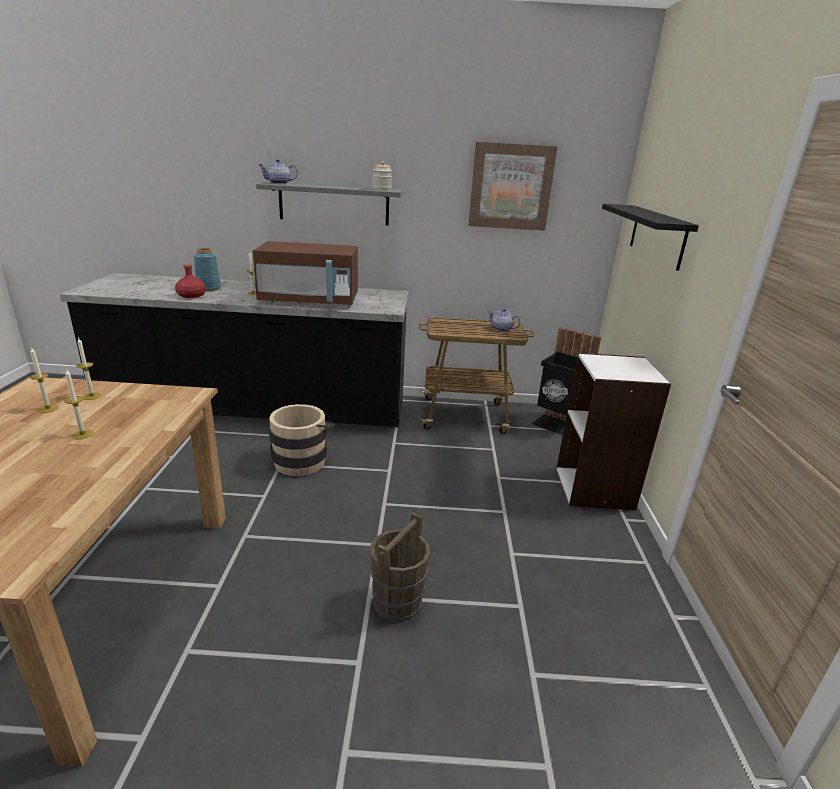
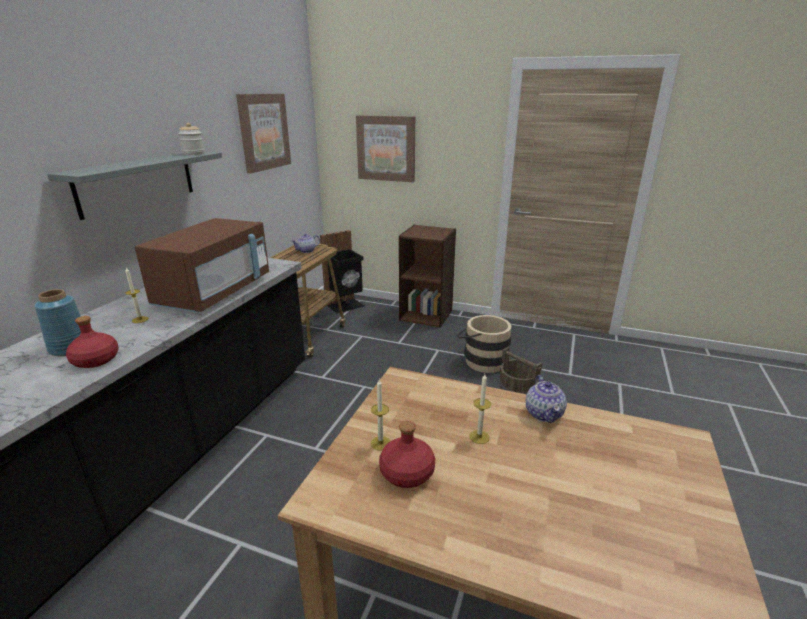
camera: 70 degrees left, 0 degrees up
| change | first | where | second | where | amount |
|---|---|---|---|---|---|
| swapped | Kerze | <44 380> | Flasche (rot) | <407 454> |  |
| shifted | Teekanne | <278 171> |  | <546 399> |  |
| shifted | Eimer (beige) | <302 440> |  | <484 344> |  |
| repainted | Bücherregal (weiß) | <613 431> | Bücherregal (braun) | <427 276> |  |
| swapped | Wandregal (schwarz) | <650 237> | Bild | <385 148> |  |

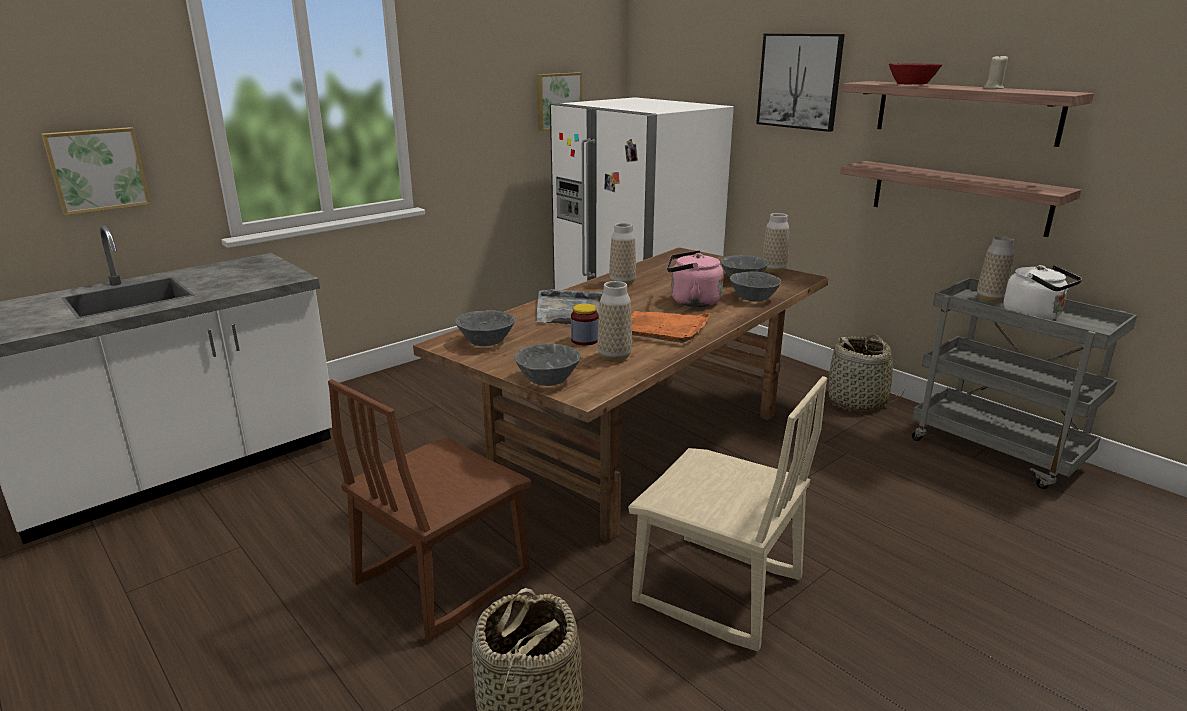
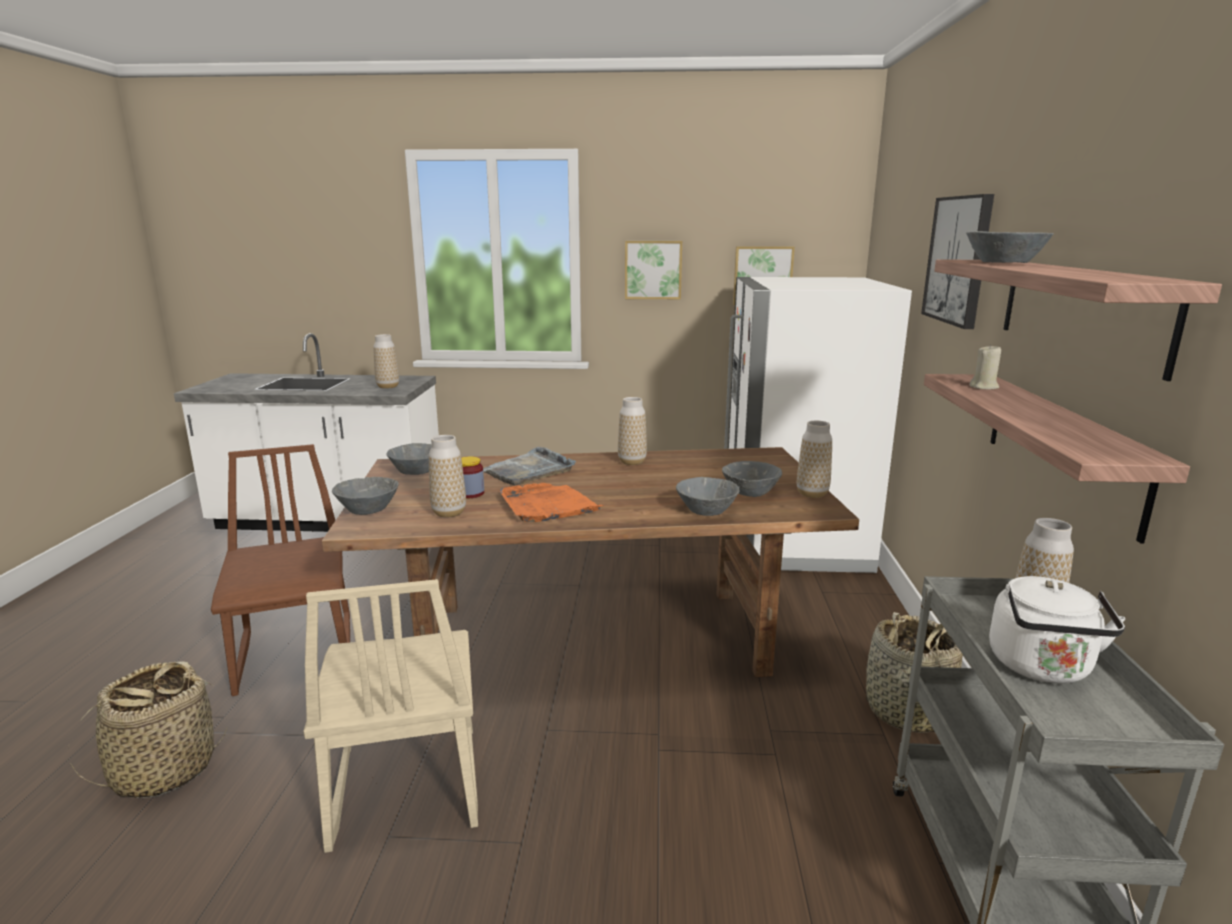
camera: 45 degrees right, 5 degrees down
| change | first | where | second | where | amount |
|---|---|---|---|---|---|
| shifted | Bild | <96 171> |  | <653 270> |  |
| rotated | Stuhl (braun) | <429 509> |  | <280 570> | 75 degrees clockwise |
| gone | Wasserkessel (rosa) | <695 278> |  |  |  |
| repainted | Schüssel (rot) | <916 73> | Schüssel (grau) | <1010 247> |  |
| shifted | Kerze (beige) | <996 71> |  | <985 367> |  |
| new |  |  | Vase | <386 361> |  |

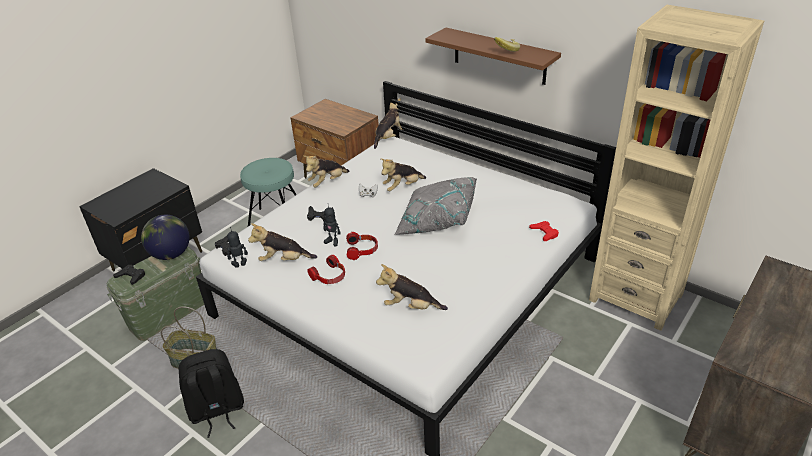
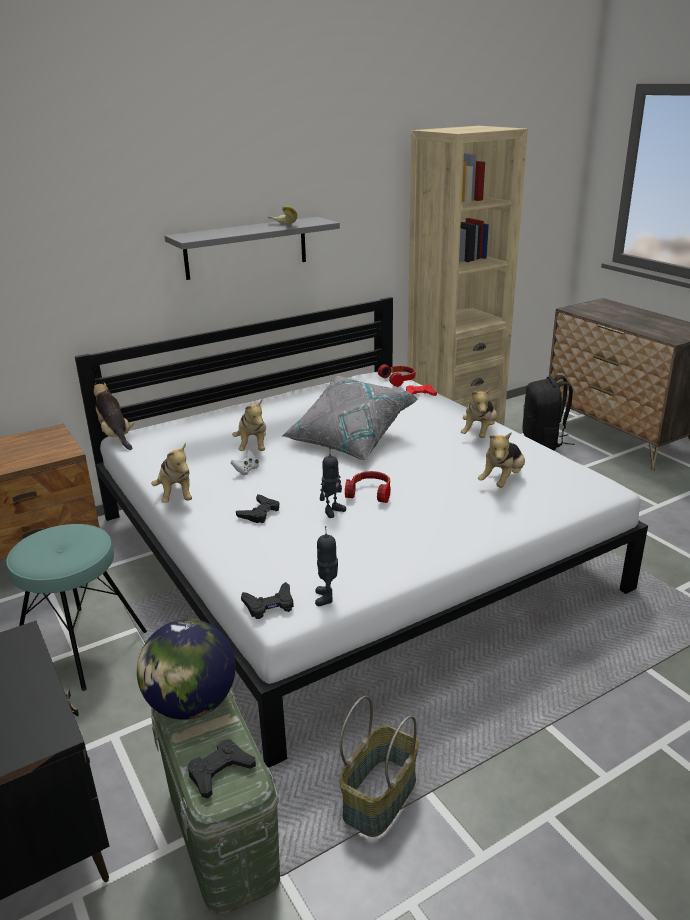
camera: 70 degrees left, 10 degrees down
| change | first | where | second | where | amount |
|---|---|---|---|---|---|
| shifted | Rucksack (schwarz) | <211 393> |  | <548 412> |  |
| shifted | Plüschtier | <282 242> |  | <479 413> |  |
| shifted | Kopfhörer | <326 269> |  | <396 375> |  |
| repainted | Wandregal (braun) | <493 56> | Wandregal (grau) | <252 248> |  |

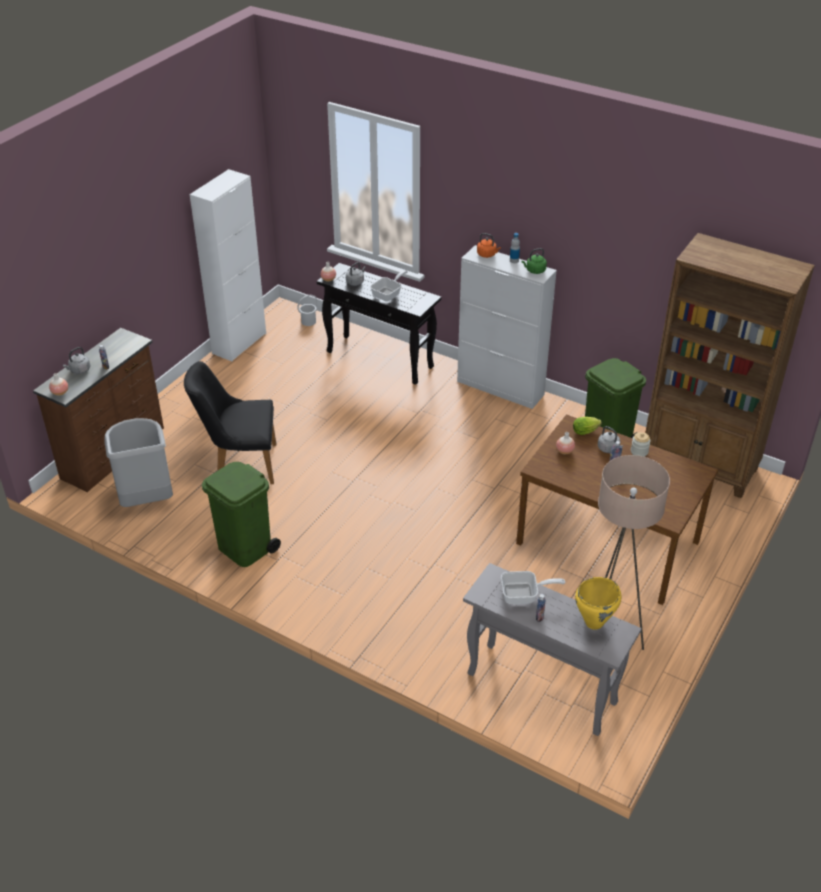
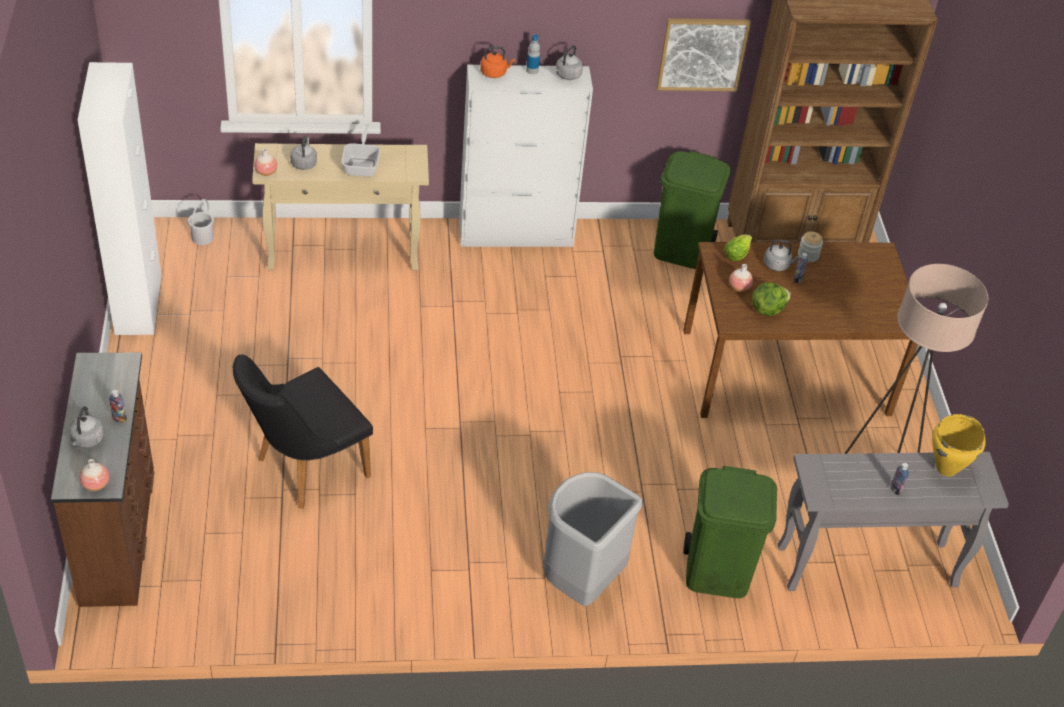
camera: 40 degrees left, 5 degrees up
| change | first | where | second | where | amount |
|---|---|---|---|---|---|
| shifted | Mülleimer (grau) | <138 462> |  | <593 539> |  |
| shifted | Mülleimer (grün) | <241 514> |  | <730 532> |  |
| repainted | Konsolentisch (schwarz) | <379 324> | Konsolentisch (beige) | <340 207> |  |
| gone | Pfanne | <533 587> |  |  |  |
| repainted | Wasserkessel (grün) | <534 261> | Wasserkessel (grau) | <569 62> |  |
| new |  |  | Bild | <704 54> |  |
| new |  |  | Salatkopf | <771 299> |  |

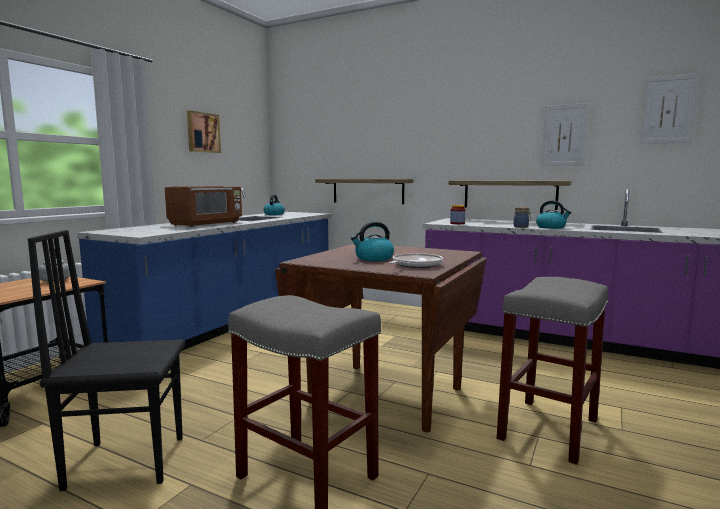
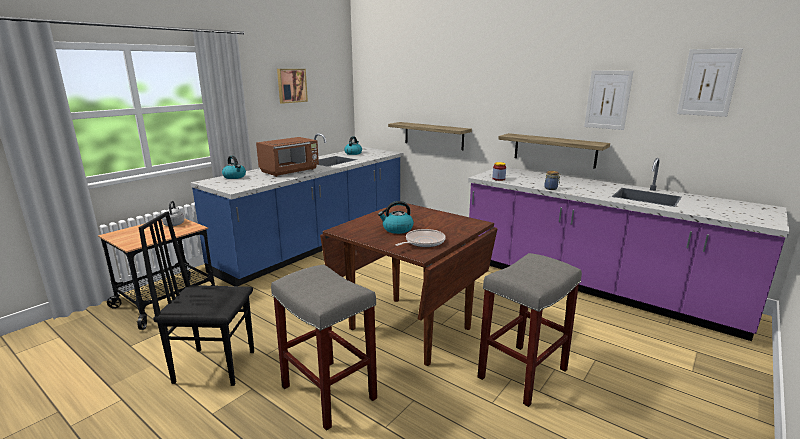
camera: 10 degrees right, 10 degrees up
| change | first | where | second | where | amount |
|---|---|---|---|---|---|
| shifted | Wasserkessel | <554 214> |  | <234 167> |  |

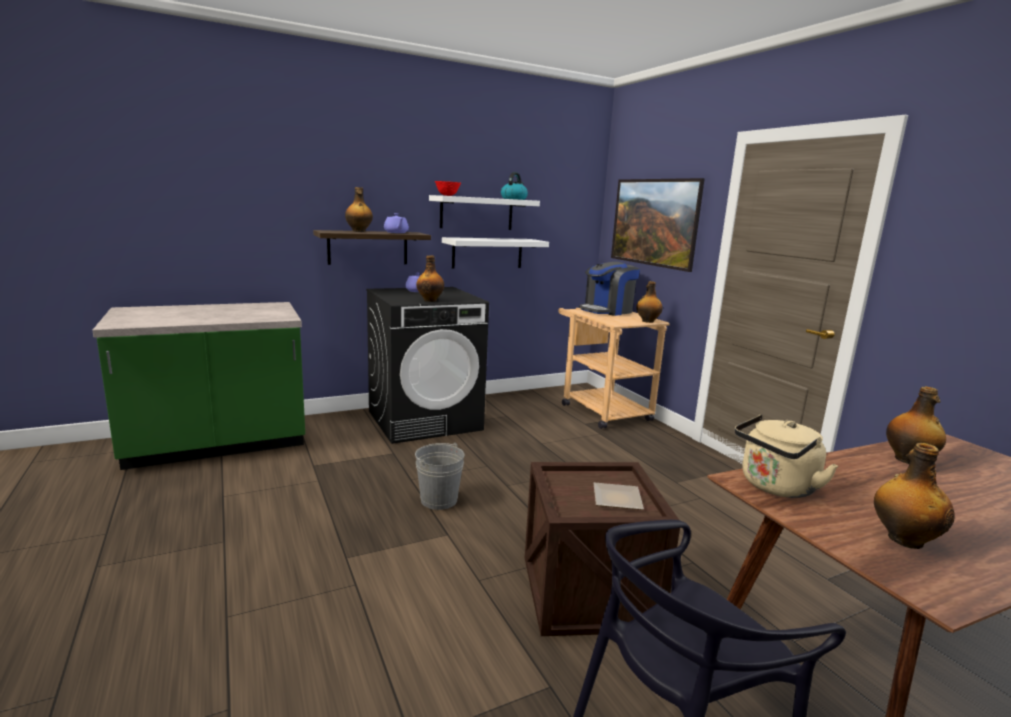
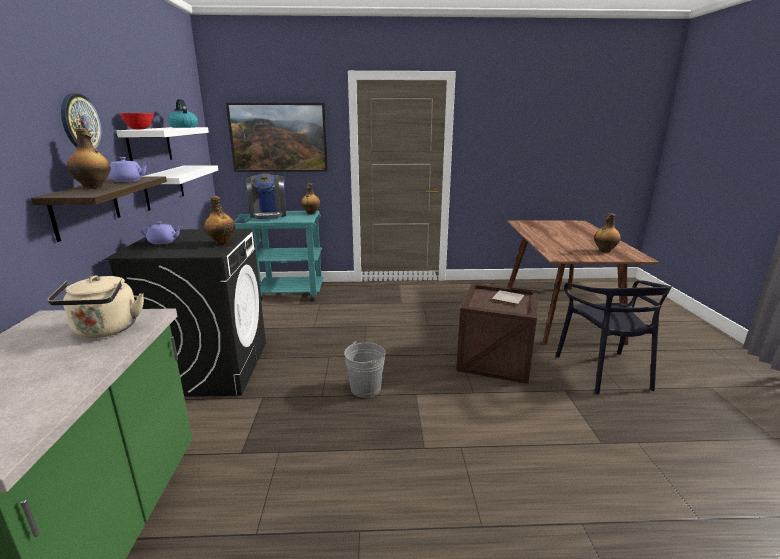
camera: 65 degrees left, 5 degrees up
| change | first | where | second | where | amount |
|---|---|---|---|---|---|
| repainted | Rollwagen (beige) | <614 368> | Rollwagen (türkis) | <279 256> |  |
| shifted | Wasserkessel (beige) | <786 456> |  | <95 307> |  |
| gone | Flasche | <916 425> |  |  |  |
| new |  |  | Wanduhr | <81 121> |  |

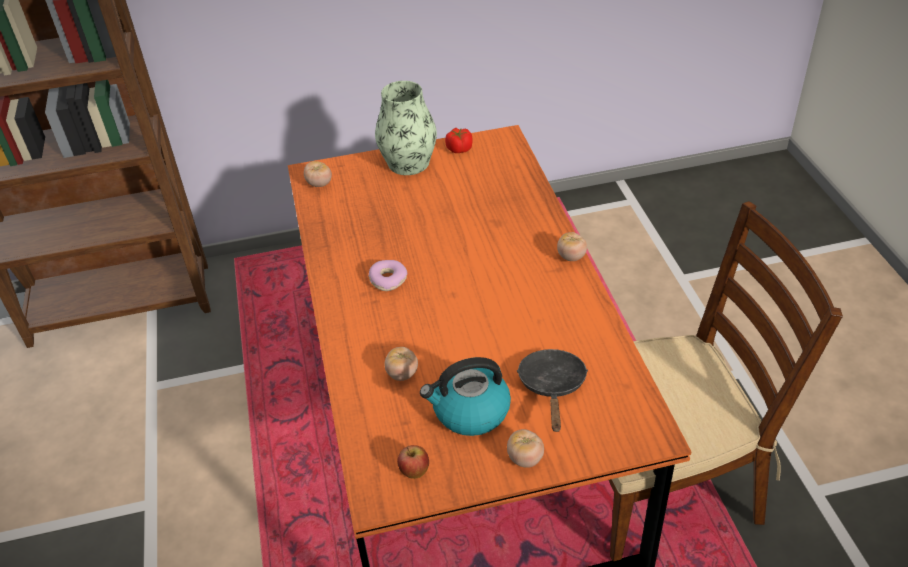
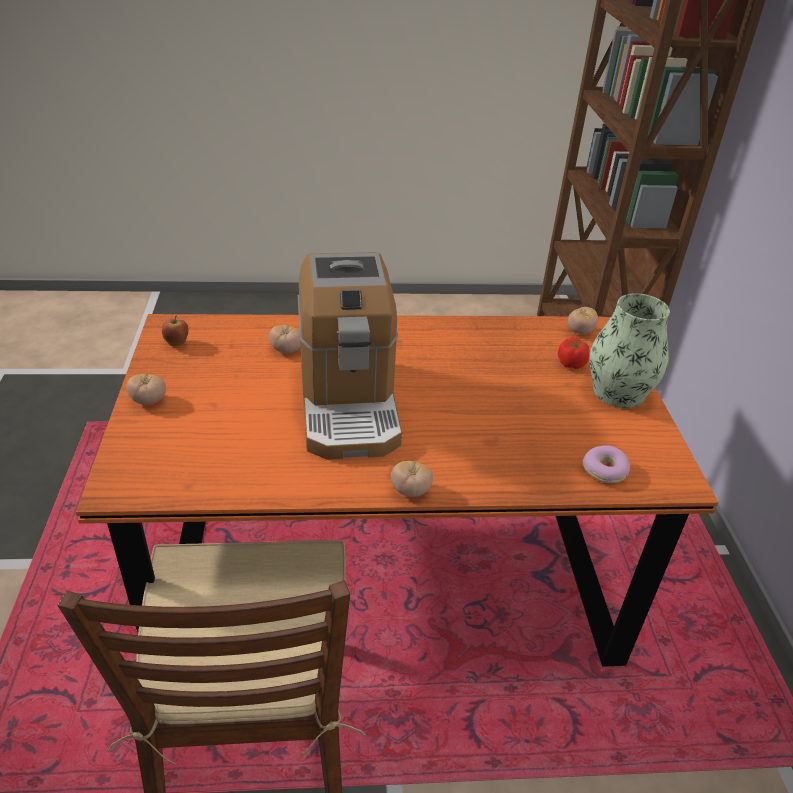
camera: 95 degrees right, 5 degrees down
| change | first | where | second | where | amount |
|---|---|---|---|---|---|
| shifted | Donut | <388 275> |  | <606 464> |  |
| gone | Wasserkessel | <465 396> |  |  |  |
| shifted | Tomate | <459 140> |  | <574 353> |  |
| gone | Pfanne (schwarz) | <552 390> |  |  |  |
| new |  |  | Kaffeemaschine | <350 356> |  |

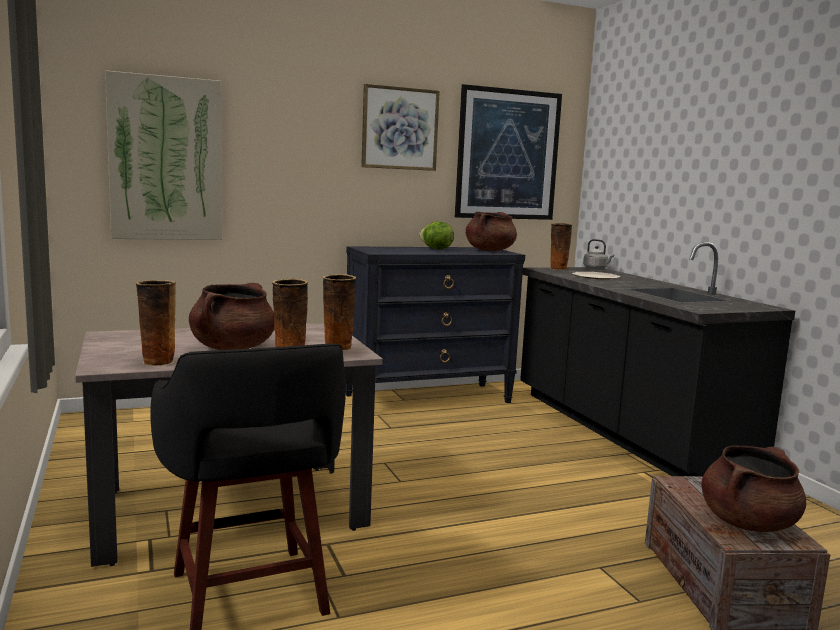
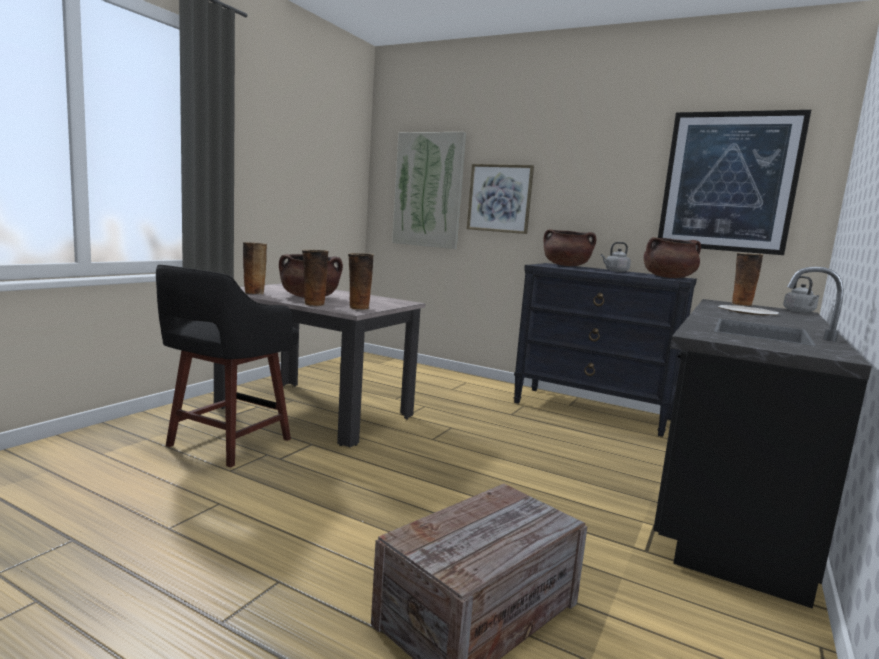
camera: 50 degrees right, 0 degrees up
| change | first | where | second | where | amount |
|---|---|---|---|---|---|
| shifted | Bild | <400 127> |  | <500 199> |  |
| swapped | Salatkopf | <436 235> | Wasserkessel (grau) | <616 257> |  |
| shifted | Kochtopf (braun) | <753 489> |  | <569 247> |  |

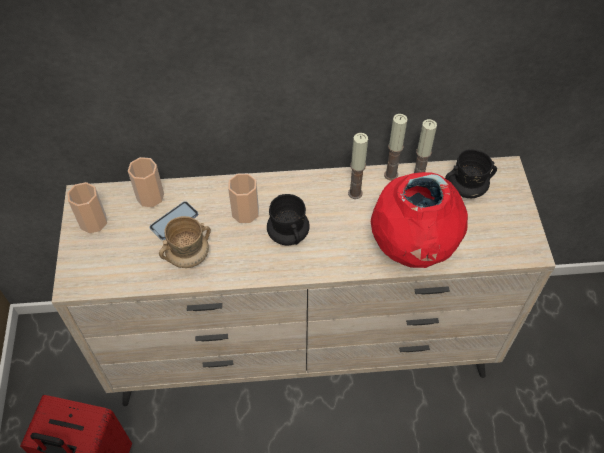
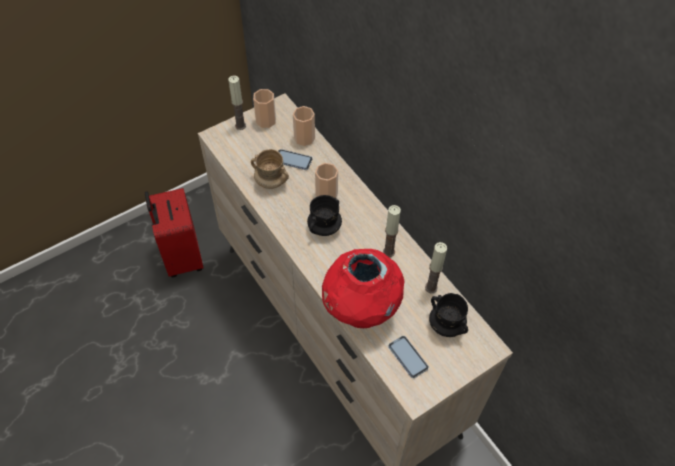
camera: 60 degrees right, 0 degrees up
| change | first | where | second | where | amount |
|---|---|---|---|---|---|
| shifted | Kerze | <396 147> |  | <237 103> |  |
| new |  |  | Handy | <409 357> |  |

